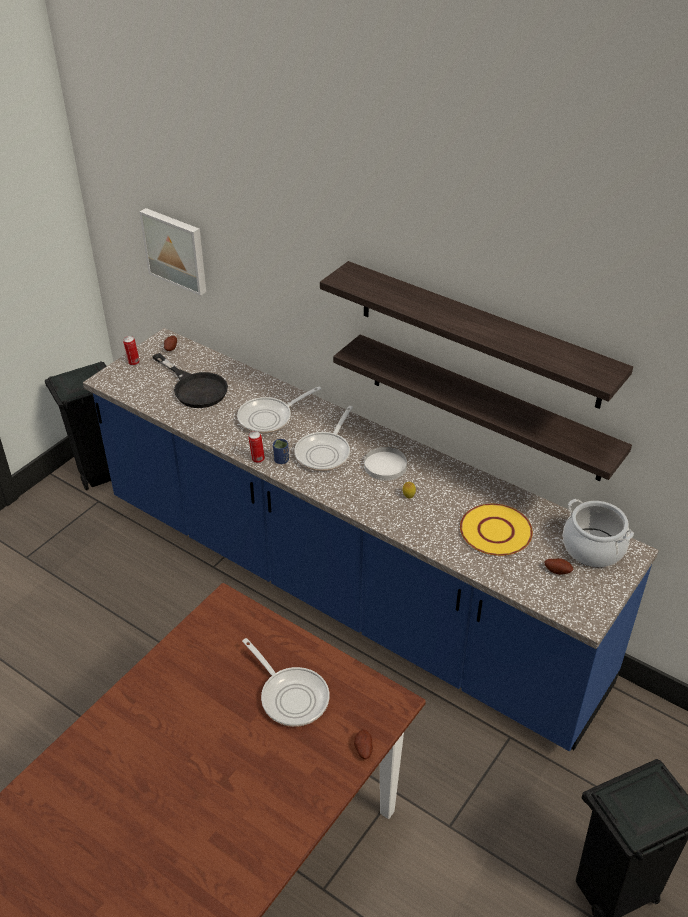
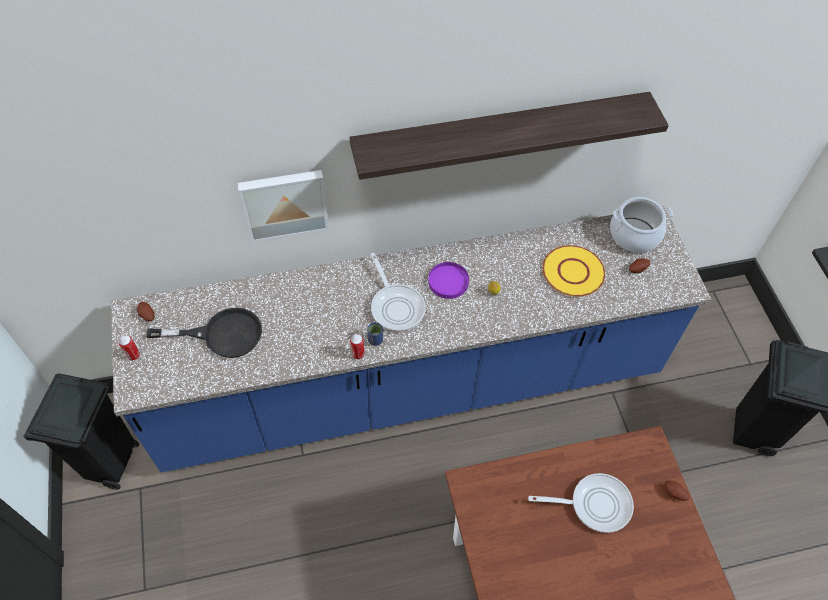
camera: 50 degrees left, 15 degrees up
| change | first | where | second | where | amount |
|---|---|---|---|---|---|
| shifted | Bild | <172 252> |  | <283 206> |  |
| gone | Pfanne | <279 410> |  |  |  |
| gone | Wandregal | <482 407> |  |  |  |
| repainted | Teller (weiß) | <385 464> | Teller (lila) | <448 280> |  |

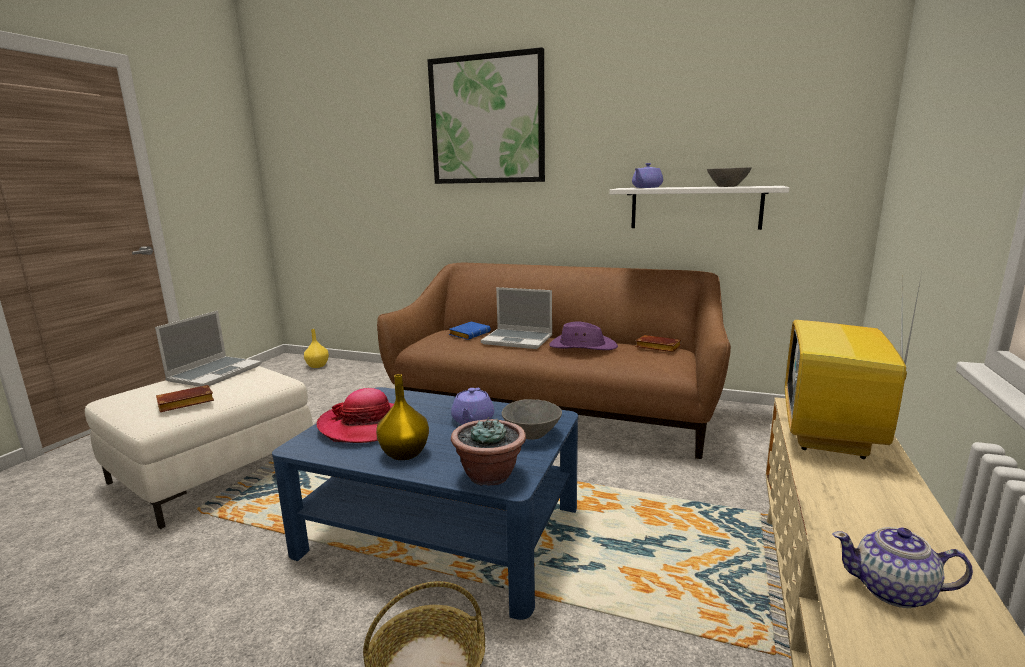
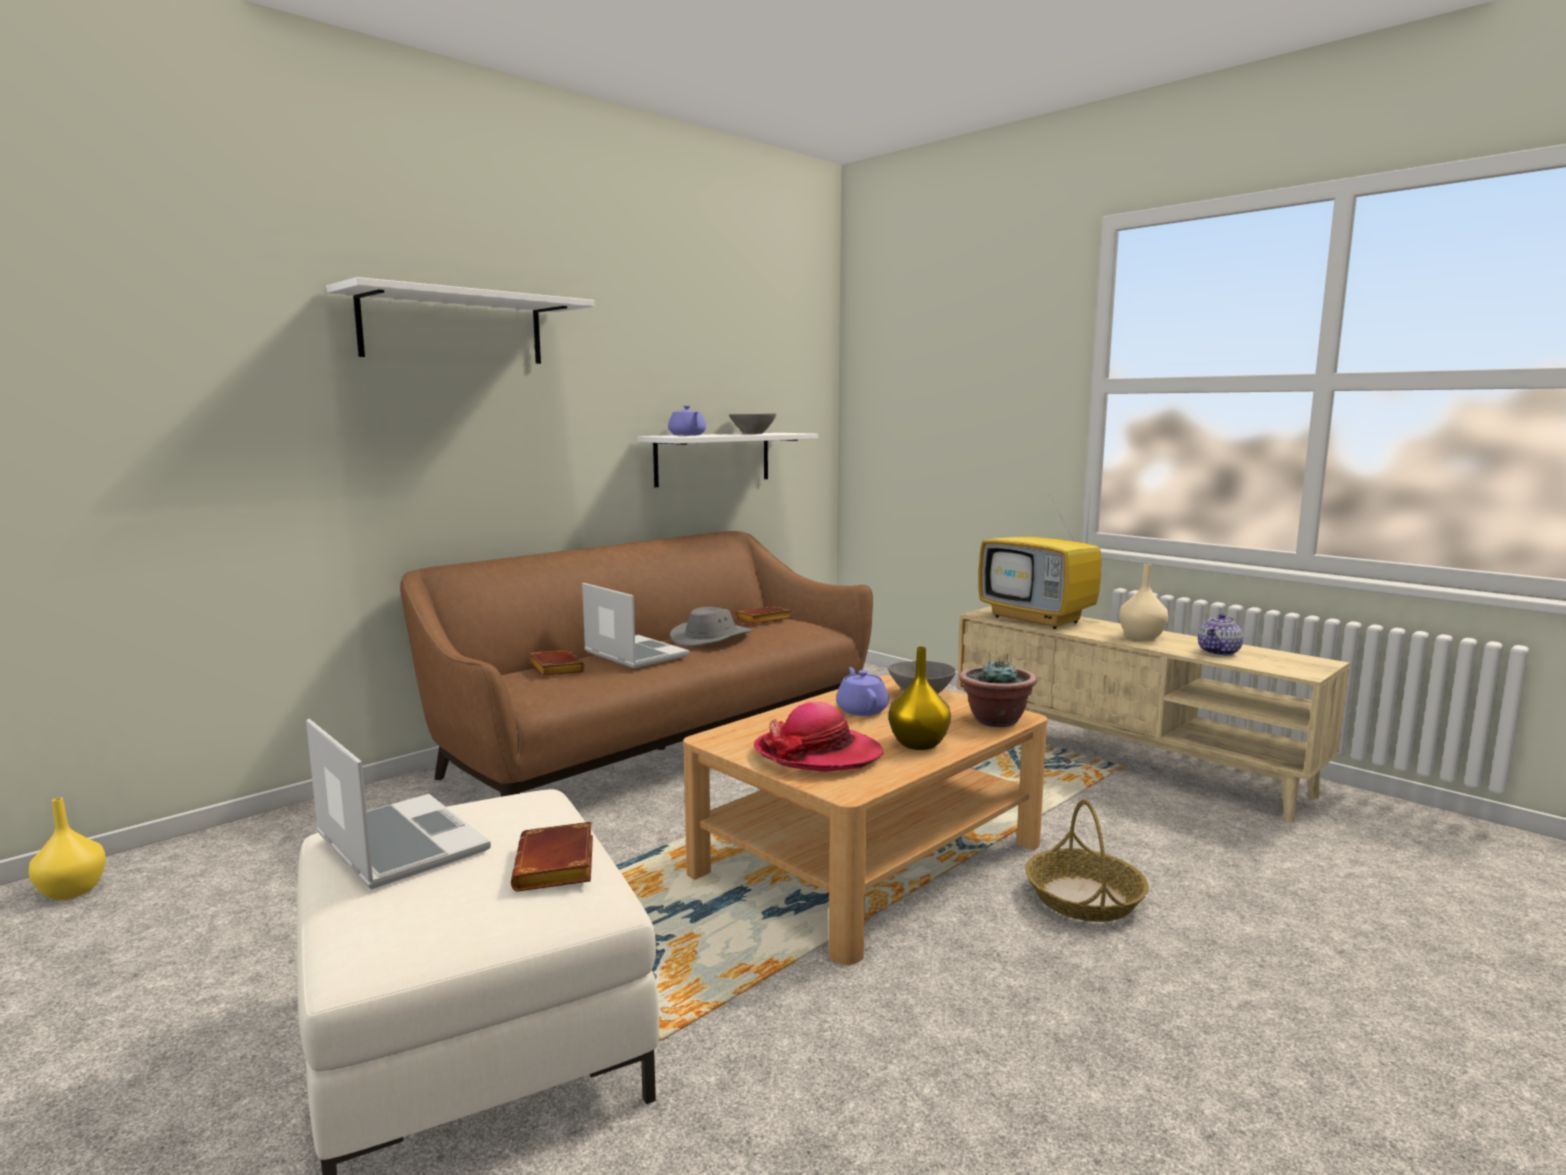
camera: 65 degrees left, 5 degrees down
| change | first | where | second | where | amount |
|---|---|---|---|---|---|
| repainted | Couchtisch (blau) | <425 503> | Couchtisch (beige) | <865 820> |  |
| swapped | Bild | <486 115> | Wandregal (weiß) | <460 320> |  |
| repainted | Buch (blau) | <470 331> | Buch (braun) | <557 663> |  |
| rotated | Teekanne (lila) | <472 406> |  | <862 691> | 135 degrees counterclockwise |
| rotated | Laptop | <516 318> |  | <635 625> | 90 degrees counterclockwise |
| repainted | Hut (lila) | <583 335> | Hut (grau) | <711 627> |  |
| new |  |  | Vase (beige) | <1143 602> |  |

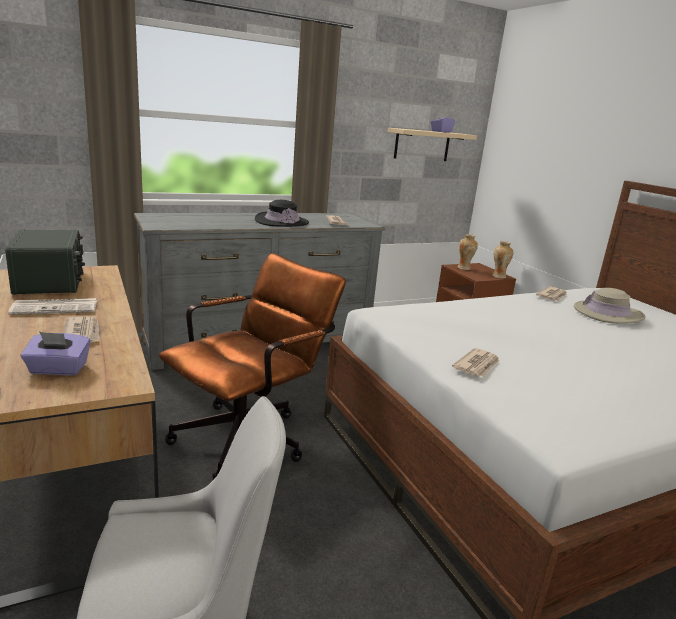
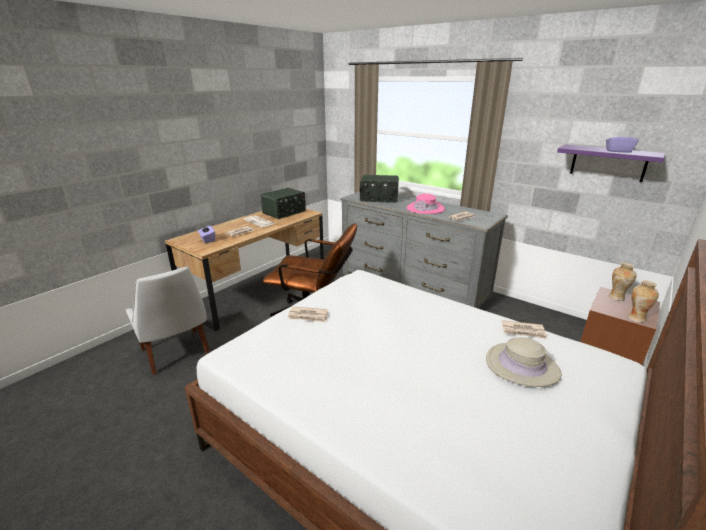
camera: 65 degrees right, 5 degrees up
| change | first | where | second | where | amount |
|---|---|---|---|---|---|
| repainted | Hut (schwarz) | <282 213> | Hut (rosa) | <426 203> |  |
| repainted | Wandregal (beige) | <432 144> | Wandregal (lila) | <611 163> |  |
| new |  |  | Radio | <379 189> |  |

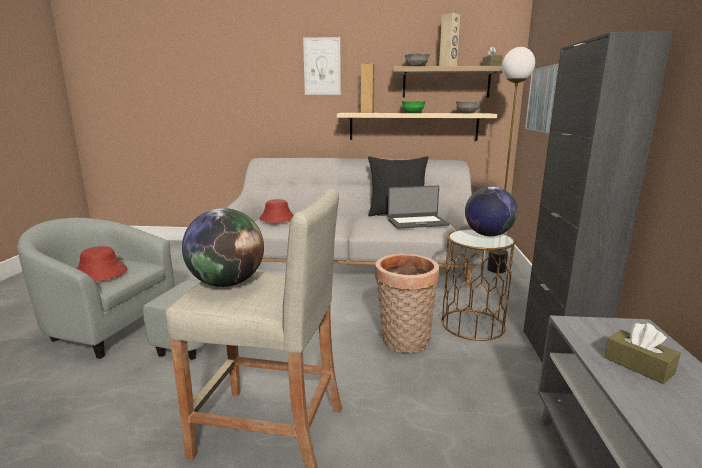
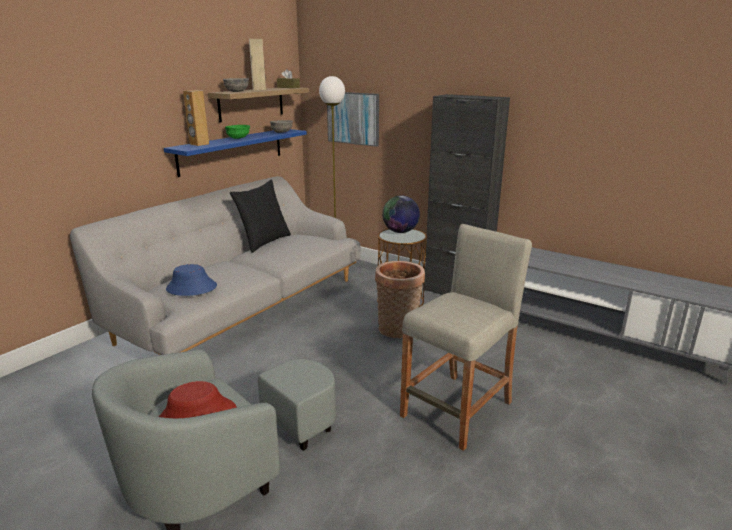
camera: 60 degrees left, 5 degrees up
| change | first | where | second | where | amount |
|---|---|---|---|---|---|
| gone | Globus | <223 247> |  |  |  |
| repainted | Hut (rot) | <276 211> | Hut (blau) | <191 280> |  |
| gone | Bild | <322 66> |  |  |  |
| repainted | Wandregal (beige) | <417 127> | Wandregal (blau) | <235 153> |  |
| gone | Laptop | <419 207> |  |  |  |
| gone | Taschentuchbox (braun) | <642 353> |  |  |  |

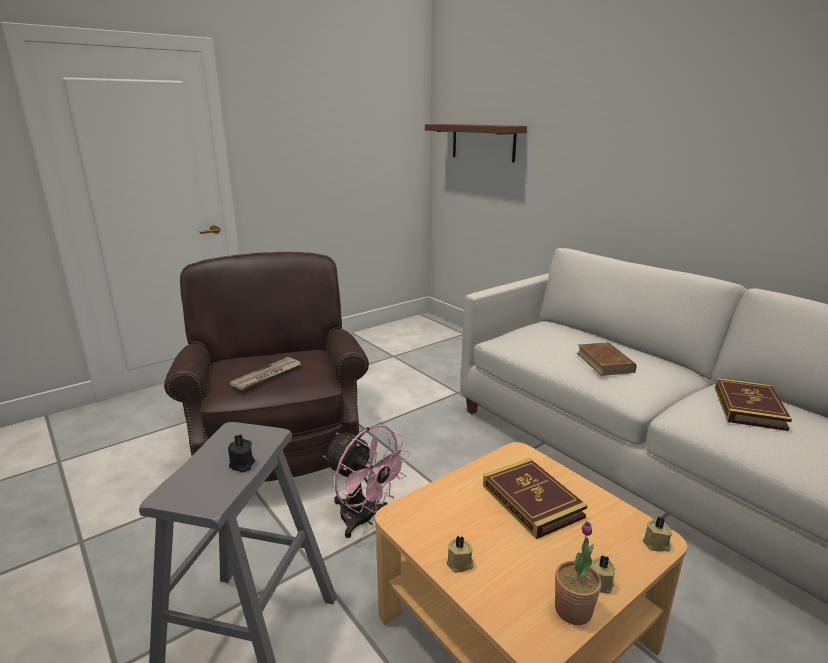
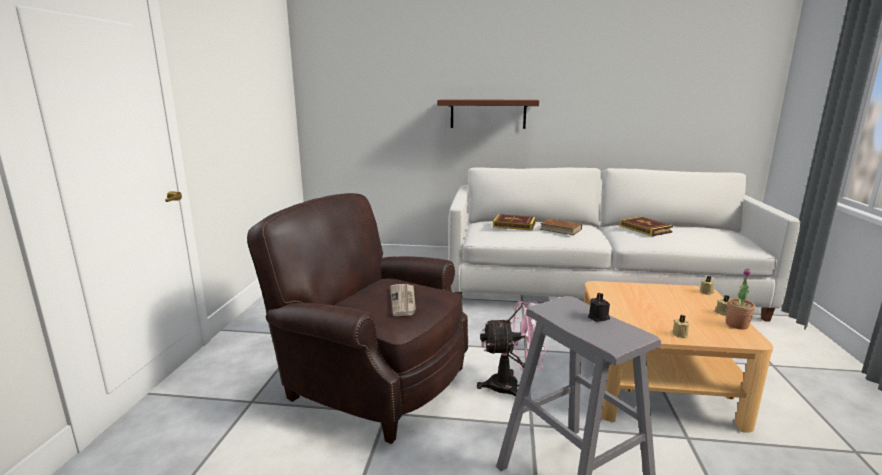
camera: 45 degrees left, 5 degrees down
| change | first | where | second | where | amount |
|---|---|---|---|---|---|
| shifted | Wandregal (braun) | <476 143> |  | <488 114> |  |
| shifted | Buch | <535 498> |  | <514 222> |  |

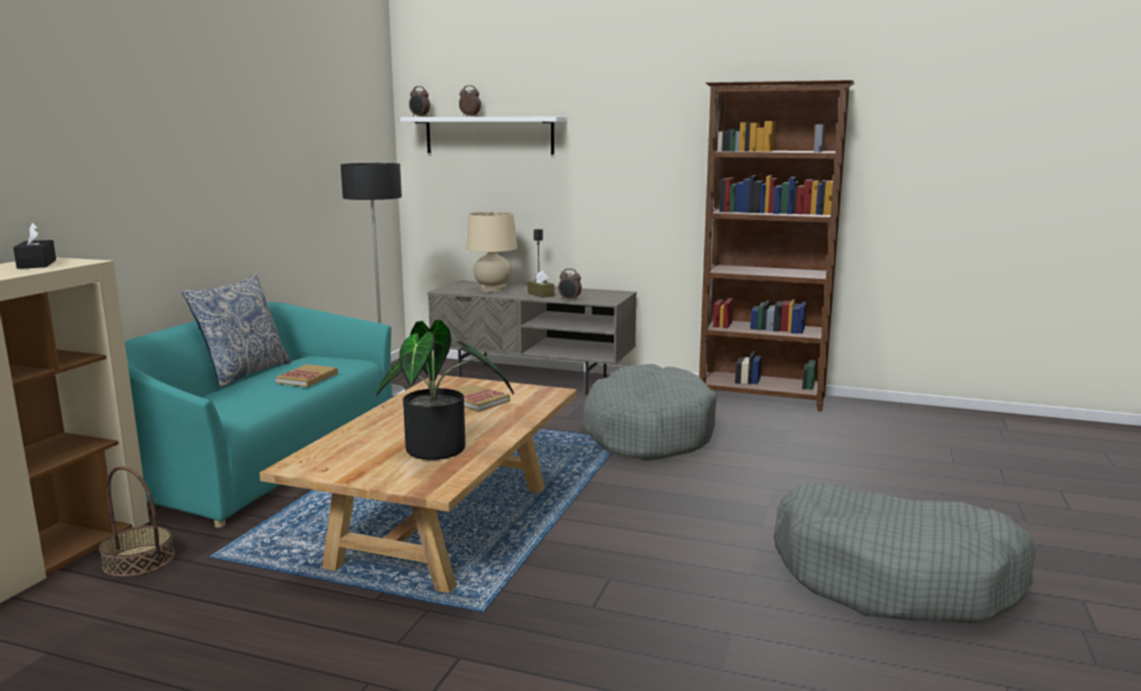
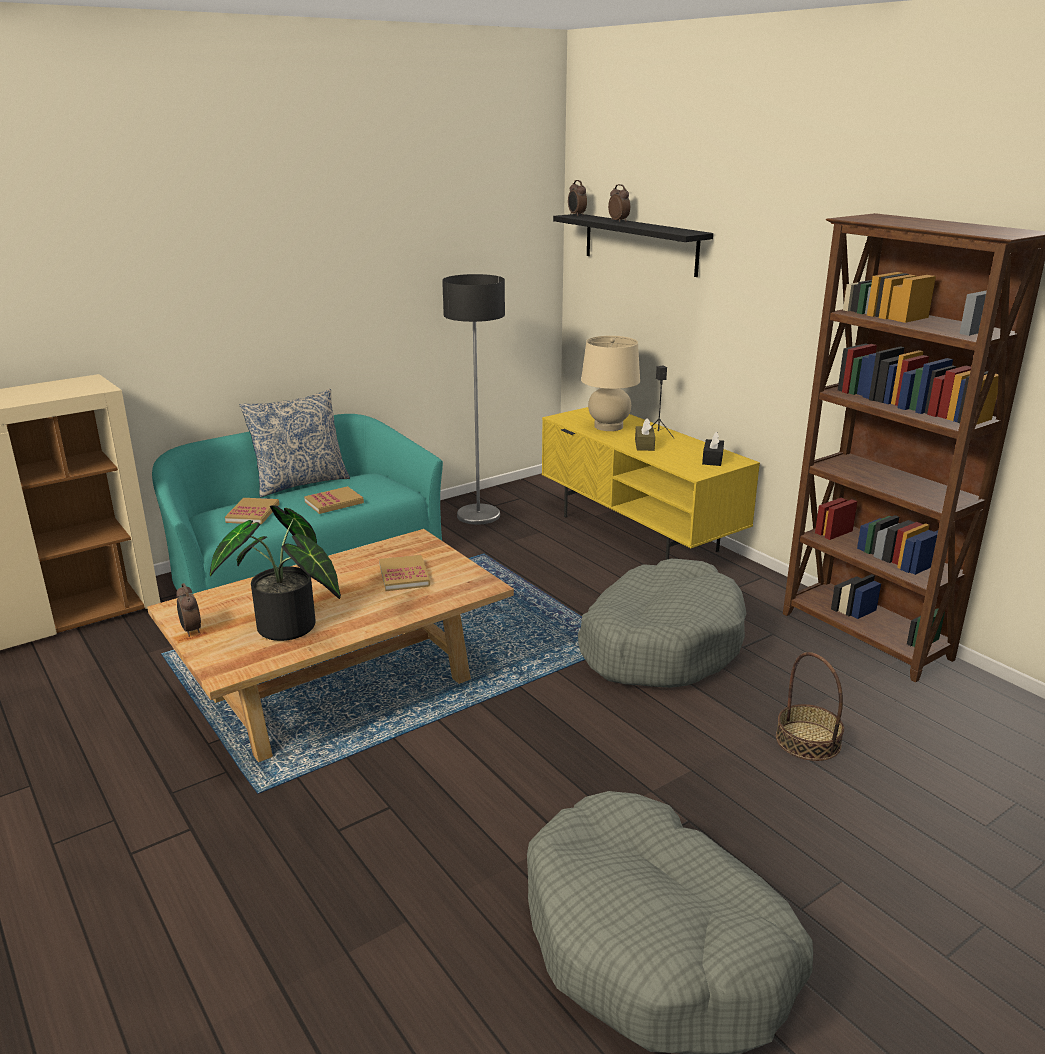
camera: 35 degrees right, 10 degrees up
| change | first | where | second | where | amount |
|---|---|---|---|---|---|
| shifted | Taschentuchbox (schwarz) | <34 246> |  | <713 449> |  |
| shifted | Korb | <136 521> |  | <810 706> |  |
| repainted | Wandregal (weiß) | <483 135> | Wandregal (schwarz) | <633 245> |  |
| repainted | Fernsehschrank (grau) | <532 337> | Fernsehschrank (gelb) | <651 483> |  |
| shifted | Wecker | <570 285> |  | <189 610> |  |
| new |  |  | Buch | <252 511> |  |

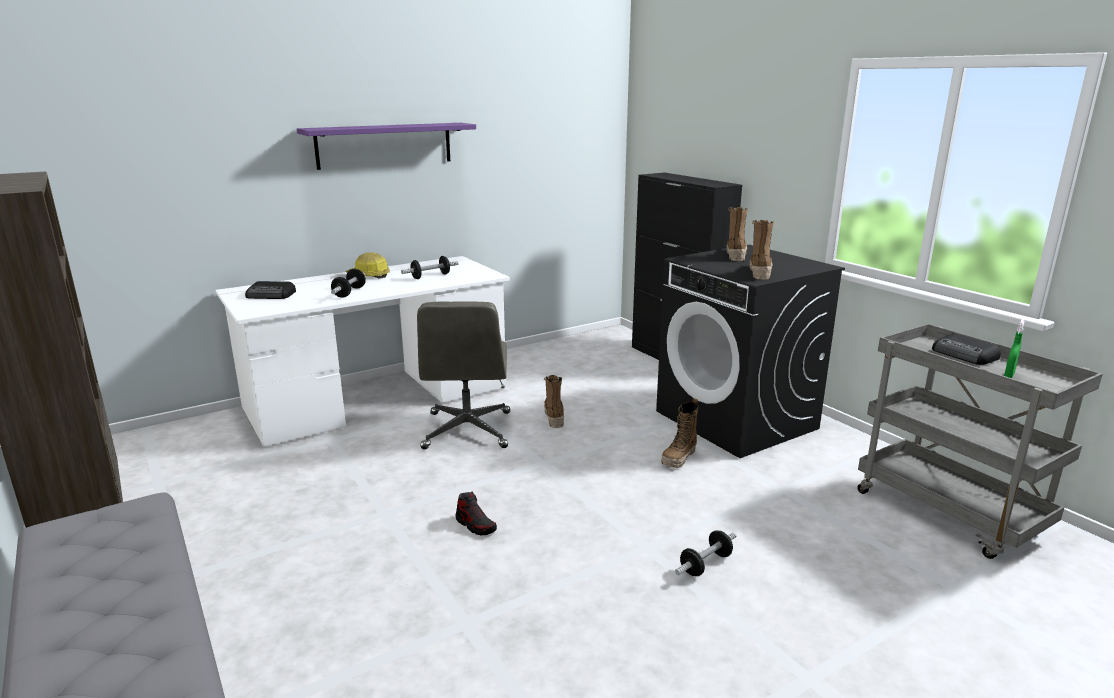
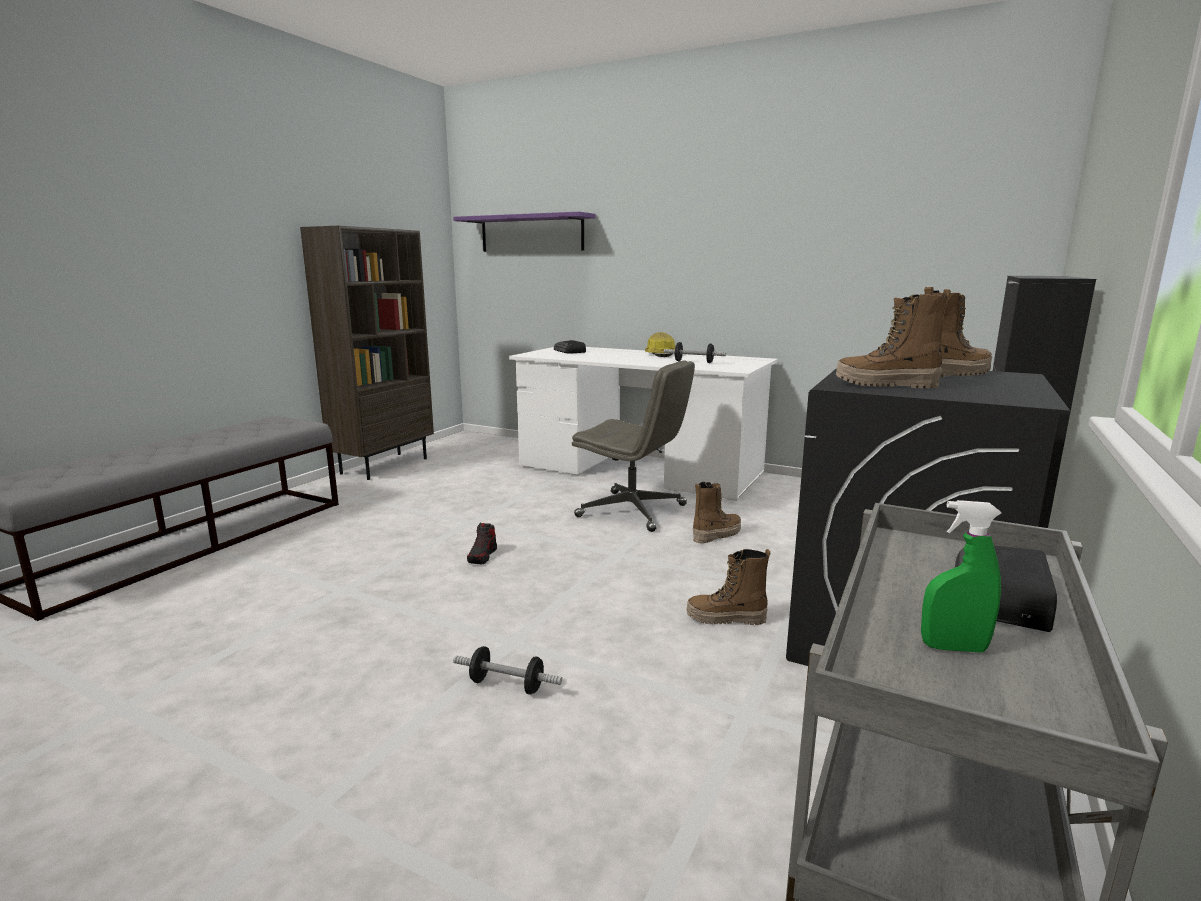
camera: 60 degrees right, 5 degrees down
| change | first | where | second | where | amount |
|---|---|---|---|---|---|
| shifted | Wandregal (lila) | <386 146> |  | <524 232> |  |
| gone | Hantel | <348 283> |  |  |  |
| rotated | Bürostuhl (grau) | <463 375> |  | <633 446> | 120 degrees counterclockwise |
| rotated | Stiefel | <761 250> |  | <893 339> | 150 degrees counterclockwise |

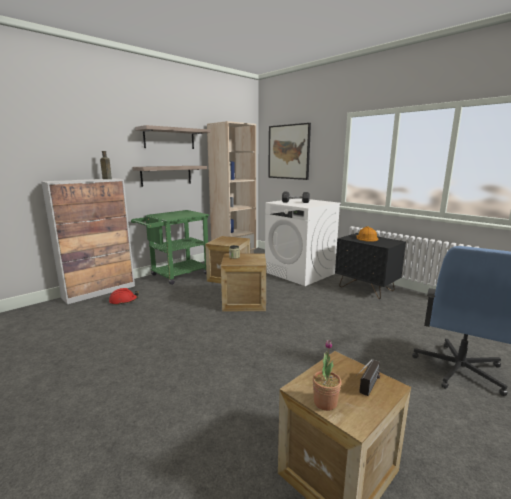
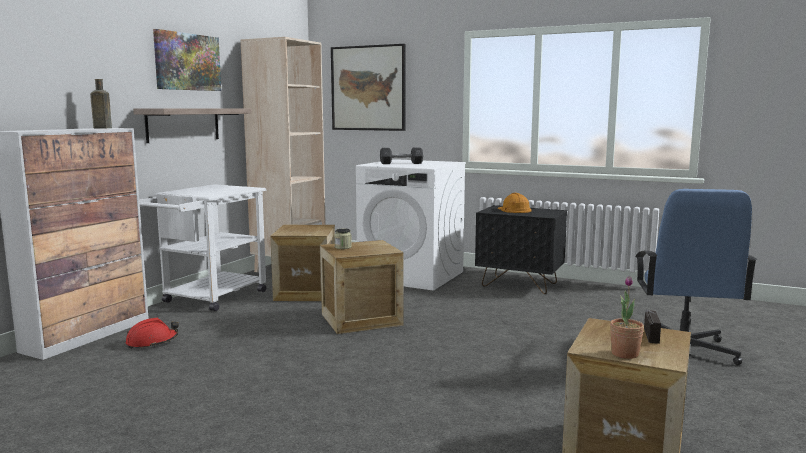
camera: 20 degrees left, 5 degrees down
| change | first | where | second | where | amount |
|---|---|---|---|---|---|
| repainted | Rollwagen (grün) | <170 247> | Rollwagen (weiß) | <202 247> |  |
| swapped | Wandregal | <173 137> | Bild | <187 60> |  |

